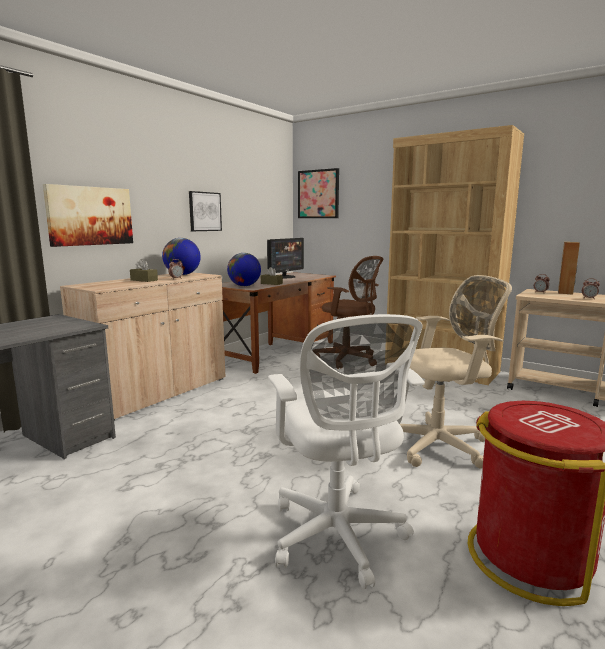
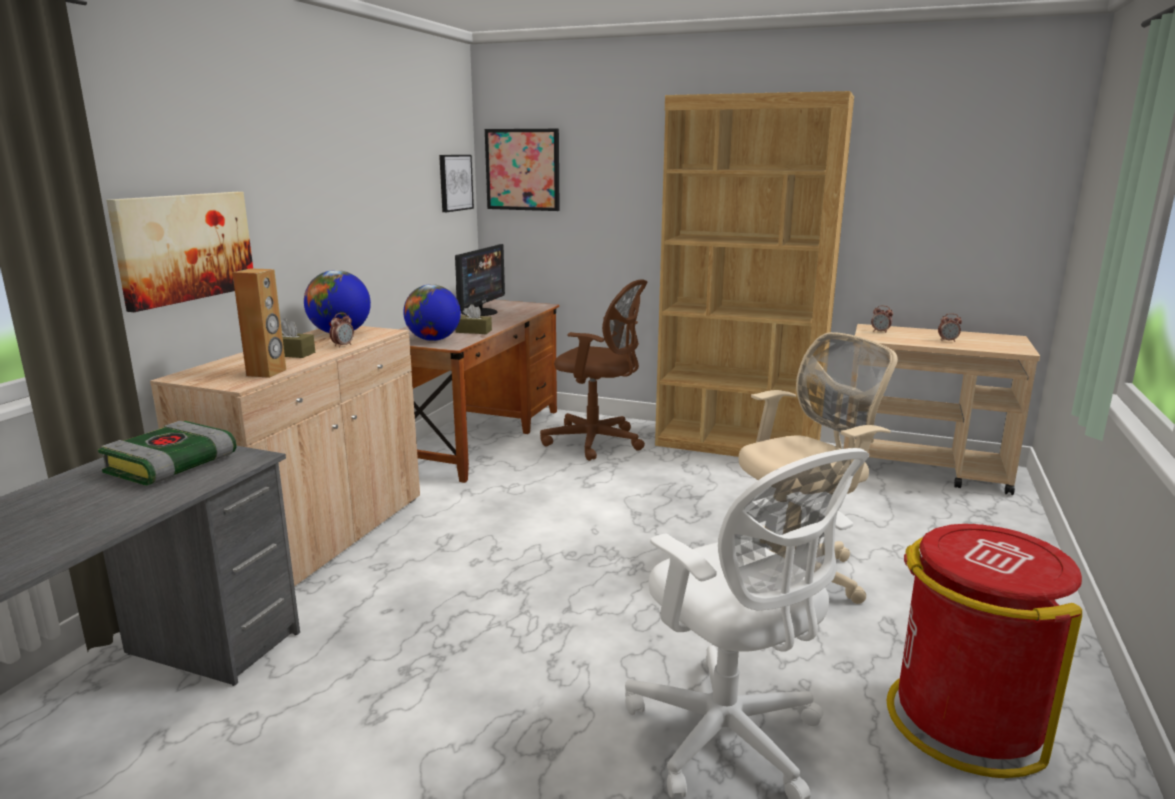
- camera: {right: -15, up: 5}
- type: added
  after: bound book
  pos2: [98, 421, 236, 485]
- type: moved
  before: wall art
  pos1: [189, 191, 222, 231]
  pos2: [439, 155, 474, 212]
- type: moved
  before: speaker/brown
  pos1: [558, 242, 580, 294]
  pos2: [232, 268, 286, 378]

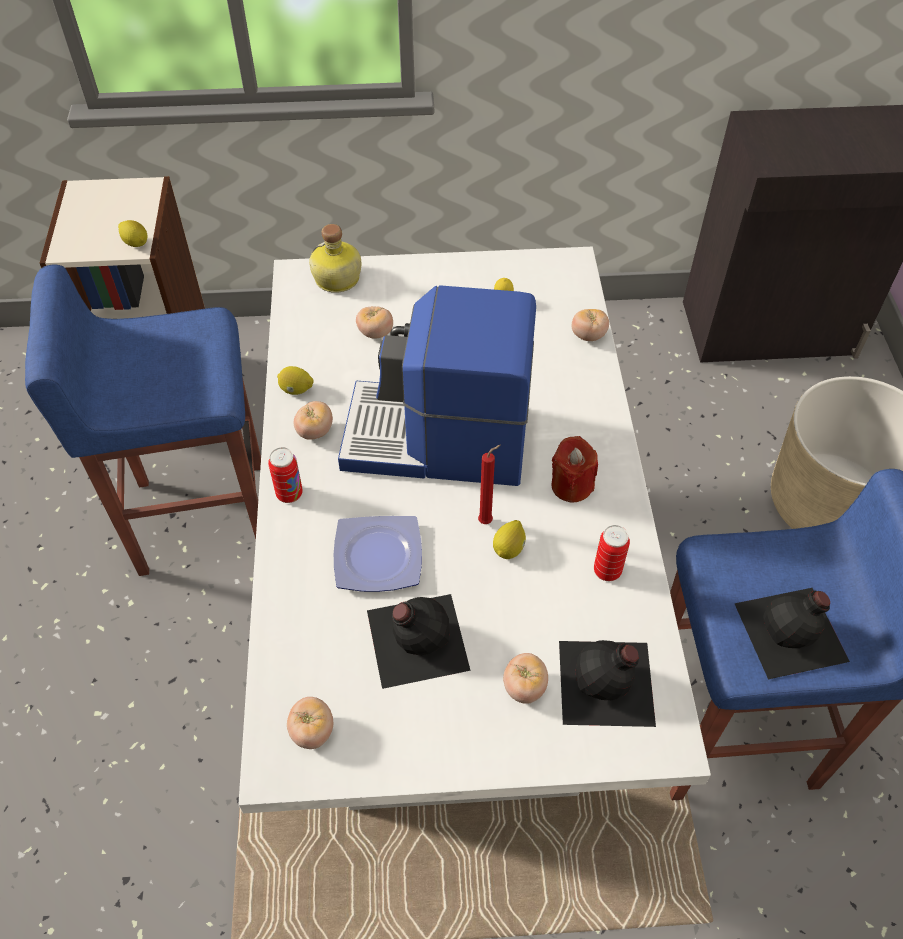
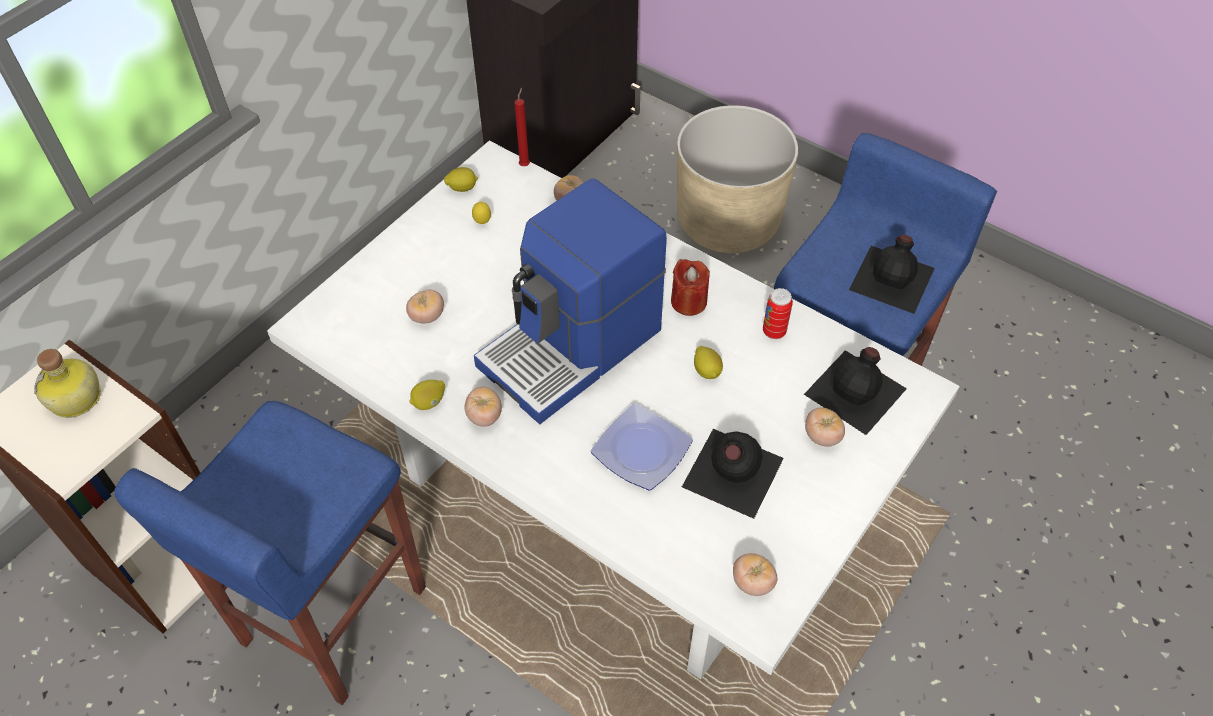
- camera: {right: -50, up: 0}
- type: removed
  before: can
  pos1: [268, 447, 303, 503]
- type: moved
  before: lemon
  pos1: [118, 220, 148, 247]
  pos2: [444, 167, 478, 192]
- type: moved
  before: drink bottle
  pos1: [309, 224, 361, 293]
  pos2: [34, 349, 101, 418]
- type: moved
  before: wax light/red-coloured
  pos1: [478, 445, 501, 524]
  pos2: [515, 88, 530, 166]

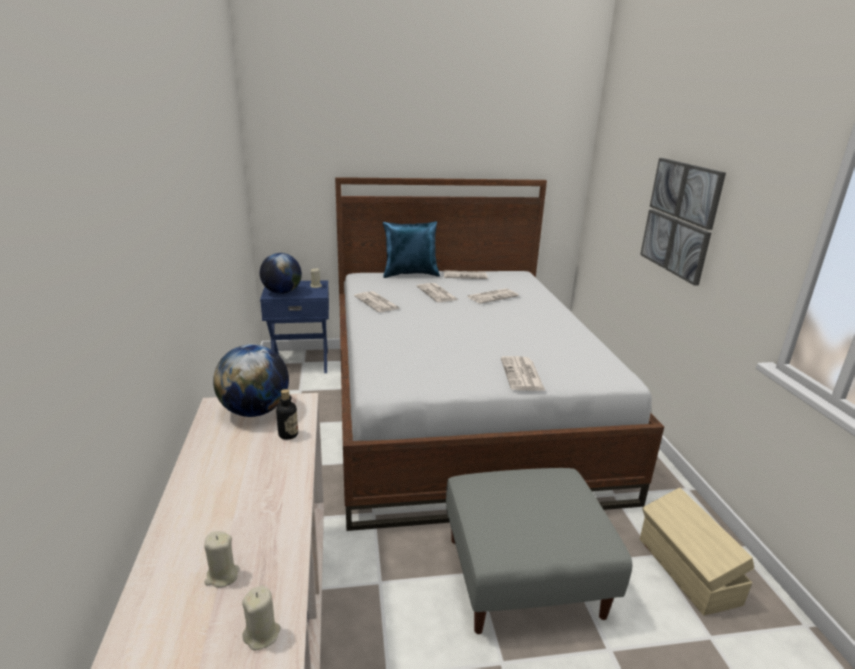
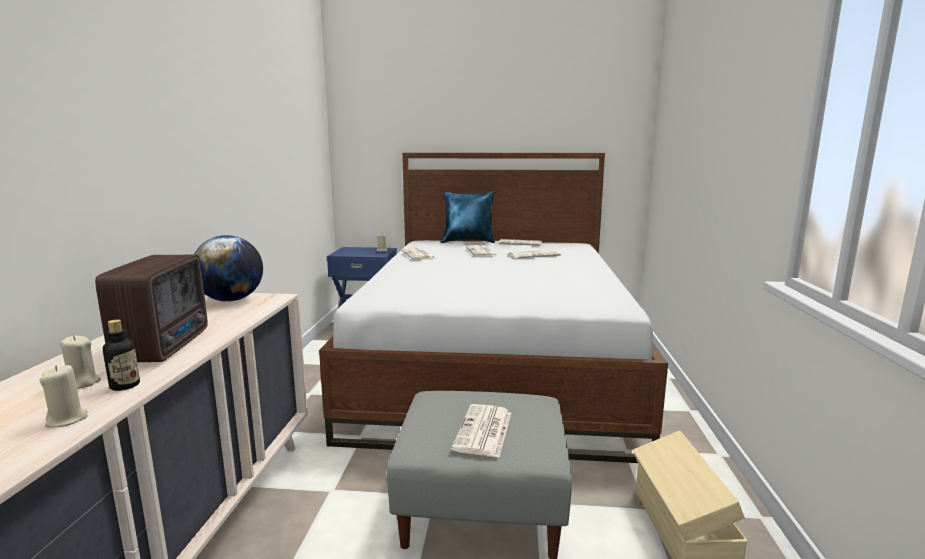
- camera: {right: 15, up: -10}
- type: removed
  before: world globe
  pos1: [260, 253, 302, 294]
- type: removed
  before: wall art
  pos1: [640, 158, 726, 286]
- type: added
  after: radio receiver
  pos2: [95, 255, 208, 362]
- type: moved
  before: drink bottle
  pos1: [276, 389, 298, 440]
  pos2: [103, 319, 140, 391]
- type: moved
  before: printed paper
  pos1: [501, 356, 545, 391]
  pos2: [451, 404, 511, 457]

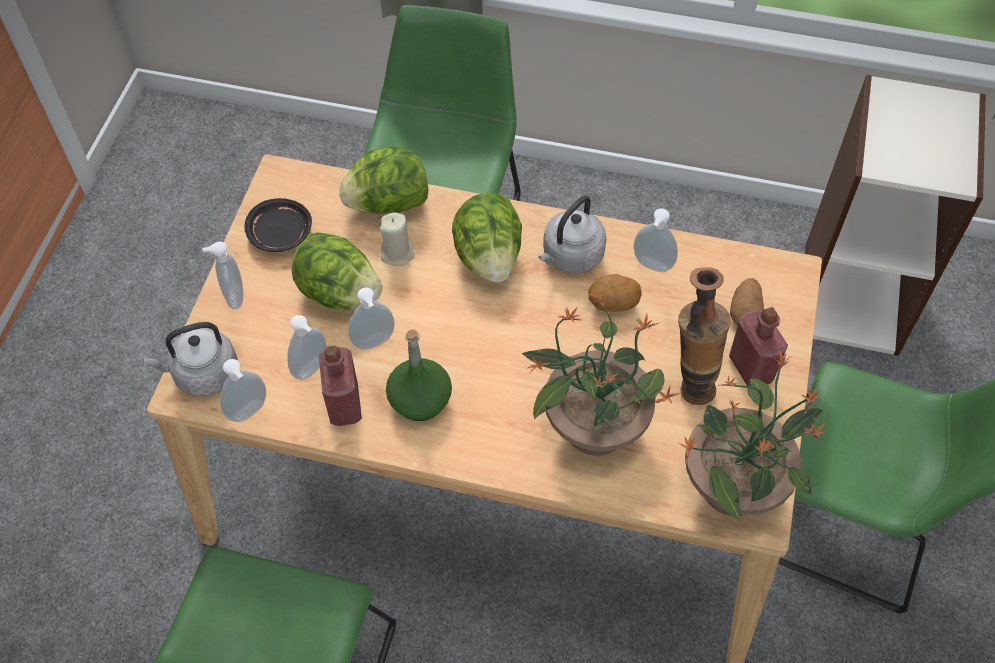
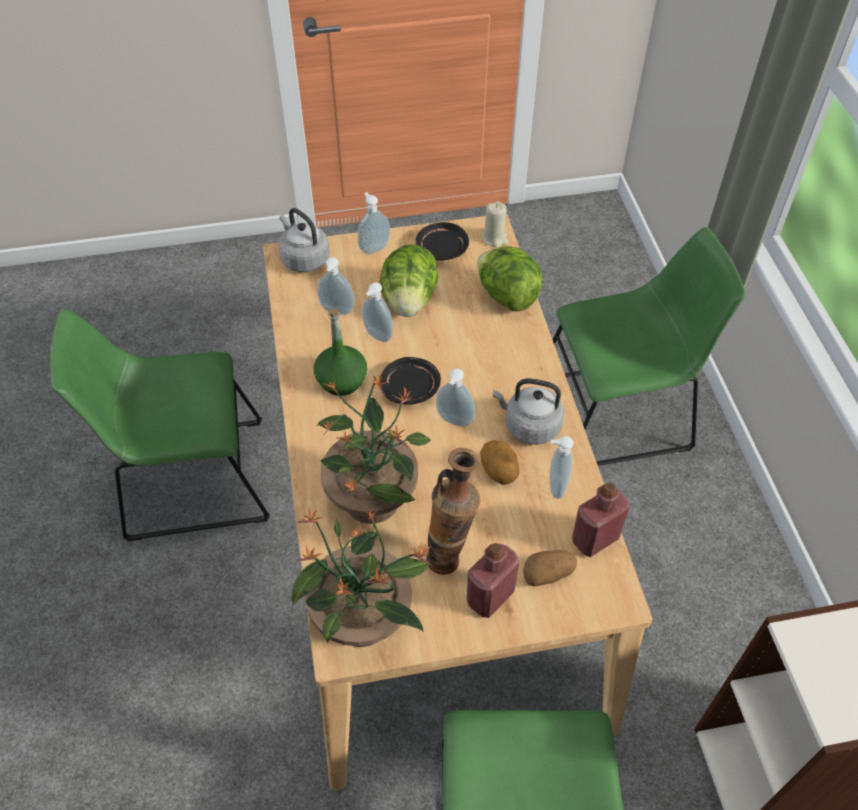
- camera: {right: 65, up: -5}
- type: removed
  before: lettuce
  pos1: [452, 192, 522, 282]
- type: added
  after: dinner plate/blackish
  pos2: [380, 357, 441, 405]
- type: moved
  before: soap bottle
  pos1: [220, 359, 266, 422]
  pos2: [436, 368, 475, 427]
- type: moved
  before: drink bottle/red-coloured
  pos1: [319, 346, 362, 426]
  pos2: [572, 483, 630, 557]
- type: moved
  before: wax light/sand-coloured
  pos1: [380, 212, 415, 266]
  pos2: [482, 201, 508, 248]

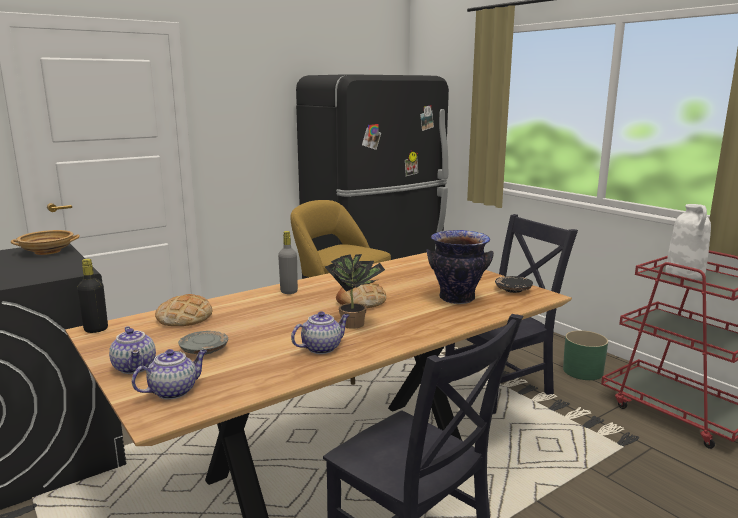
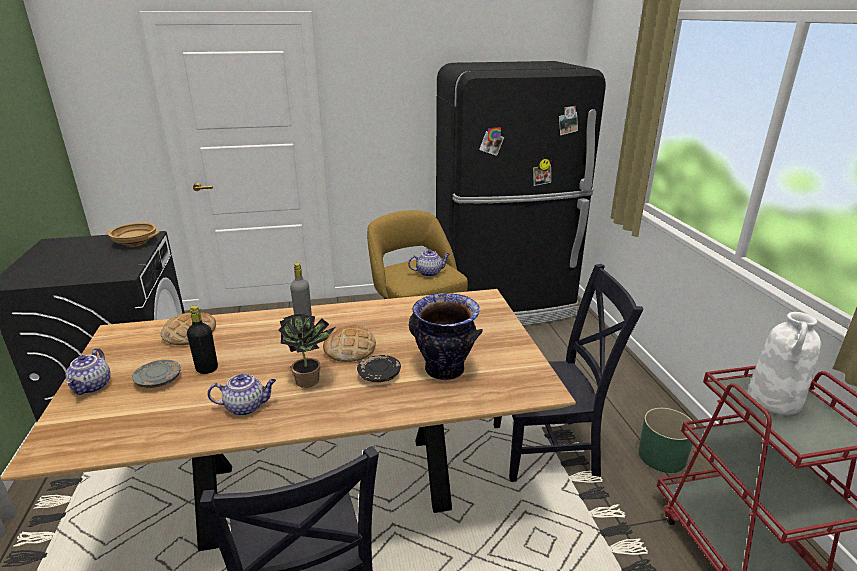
- camera: {right: 25, up: 10}
- type: moved
  before: drink bottle/blackish
  pos1: [77, 259, 108, 333]
  pos2: [187, 305, 218, 374]
- type: moved
  before: teapot
  pos1: [132, 349, 207, 400]
  pos2: [408, 249, 450, 277]
- type: moved
  before: dinner plate/blackish
  pos1: [495, 276, 533, 293]
  pos2: [357, 355, 401, 382]

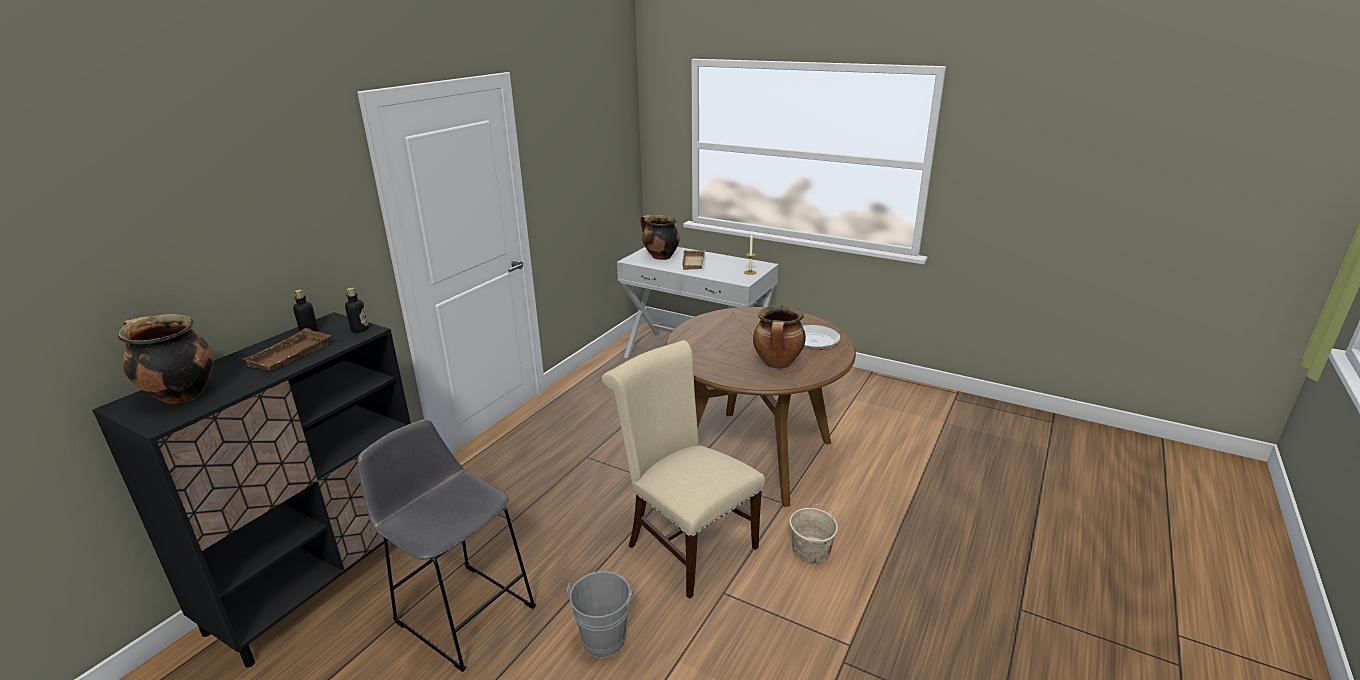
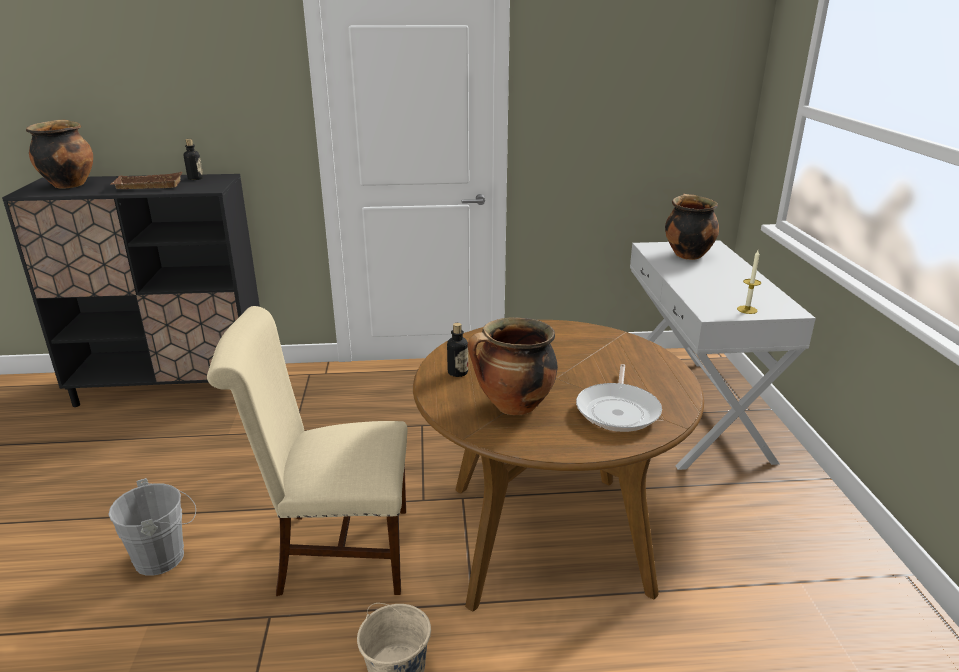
- camera: {right: 55, up: 0}
- type: removed
  before: stool seat/gray
  pos1: [357, 419, 536, 672]
- type: removed
  before: tray/sand-coloured
  pos1: [682, 250, 705, 270]
- type: moved
  before: drink bottle
  pos1: [345, 287, 369, 333]
  pos2: [447, 323, 468, 377]
- type: turned
  before: upright chair/sand-coloured
  pos1: [602, 340, 765, 599]
  pos2: [207, 306, 408, 596]
  turn: -105

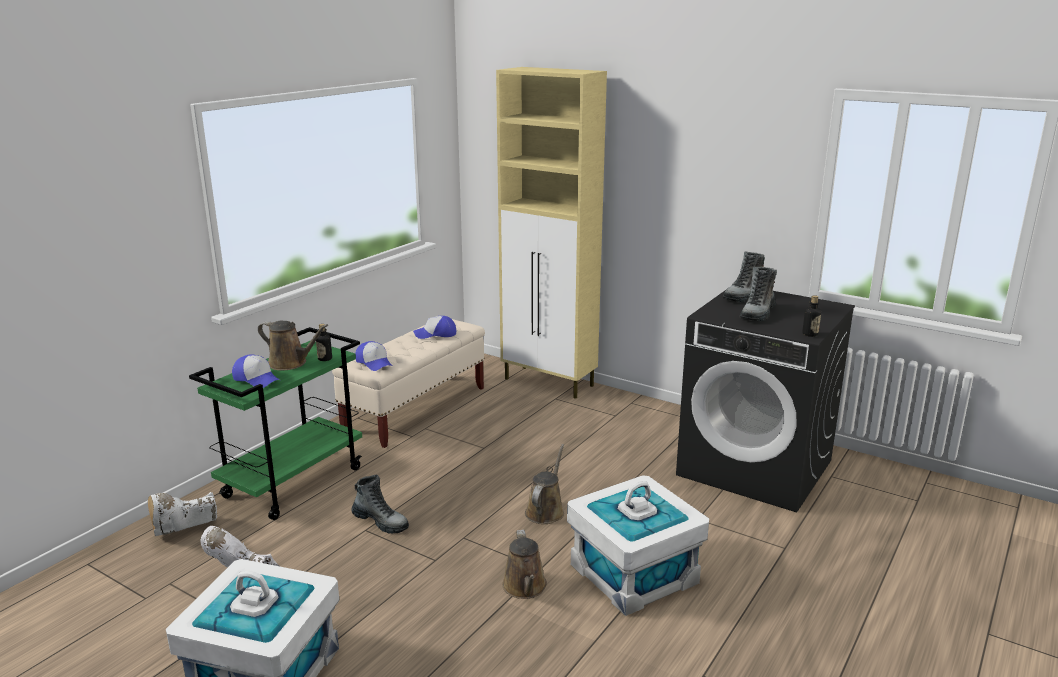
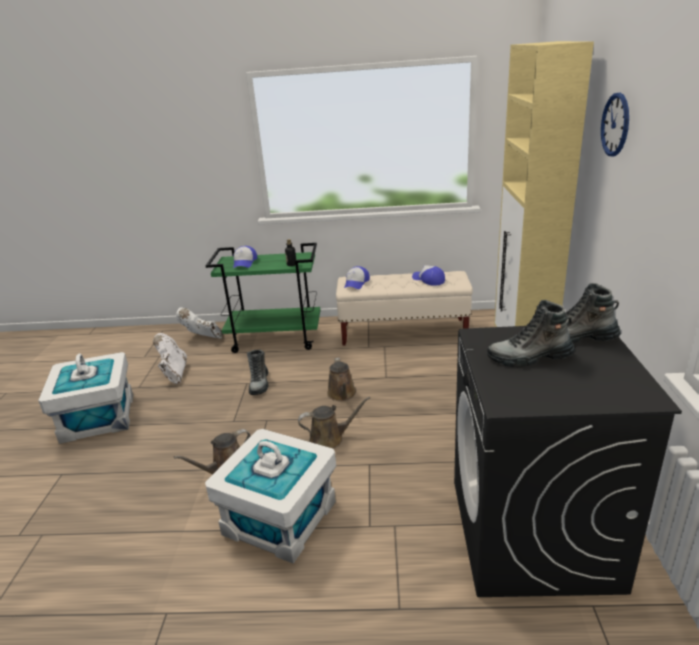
- camera: {right: 60, up: 5}
- type: removed
  before: drink bottle
  pos1: [802, 295, 821, 337]
- type: added
  after: wall clock
  pos2: [601, 93, 629, 156]
- type: moved
  before: watering pot/brown
  pos1: [258, 321, 328, 371]
  pos2: [327, 357, 356, 401]

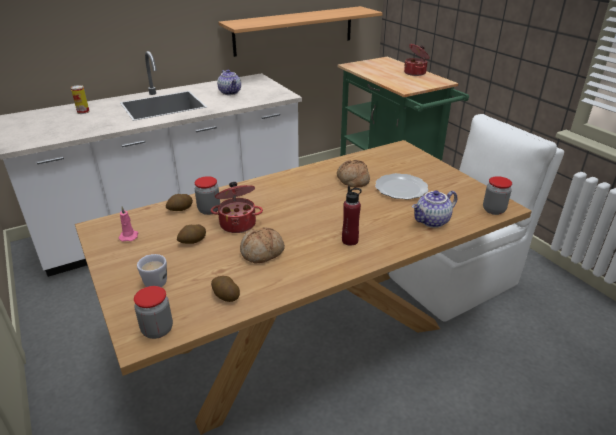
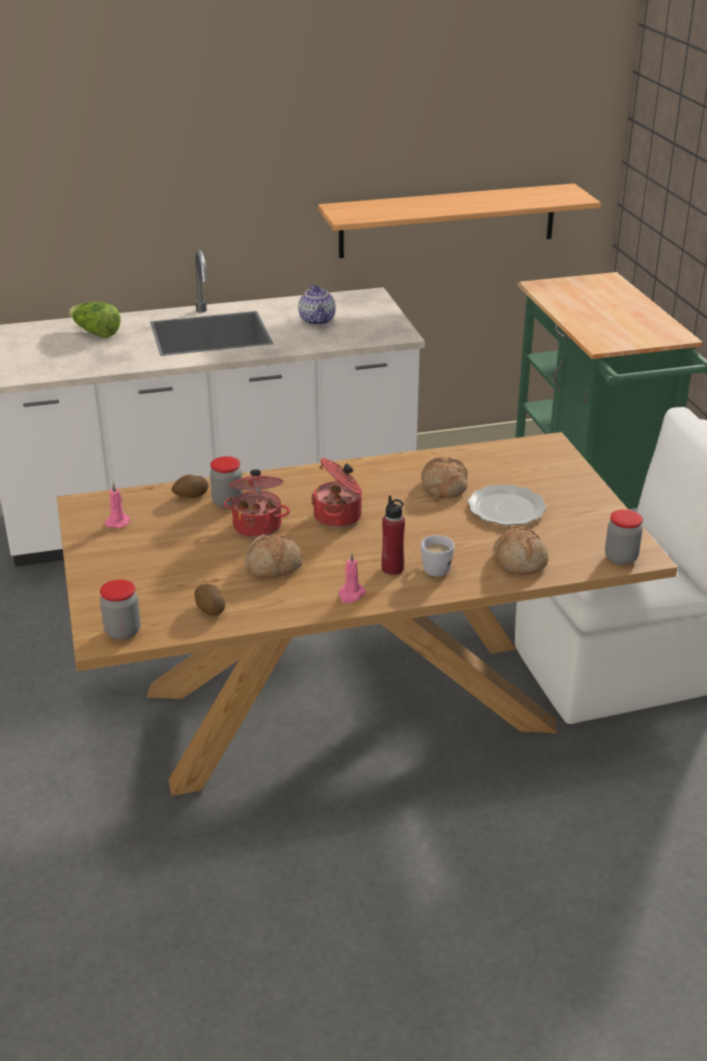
- camera: {right: 15, up: 0}
- type: removed
  before: whole potato
  pos1: [177, 224, 206, 244]
- type: added
  after: wax light/pink-coloured
  pos2: [338, 552, 366, 603]
- type: moved
  before: tea mug/white
  pos1: [137, 254, 167, 287]
  pos2: [421, 535, 455, 577]
- type: moved
  before: saucepot
  pos1: [404, 44, 430, 76]
  pos2: [311, 458, 362, 528]
- type: replaced
  before: can
  after: lettuce
  pos1: [71, 85, 90, 114]
  pos2: [69, 302, 121, 338]
- type: replaced
  before: teapot
  after: bread
  pos1: [412, 190, 457, 228]
  pos2: [493, 527, 549, 575]

